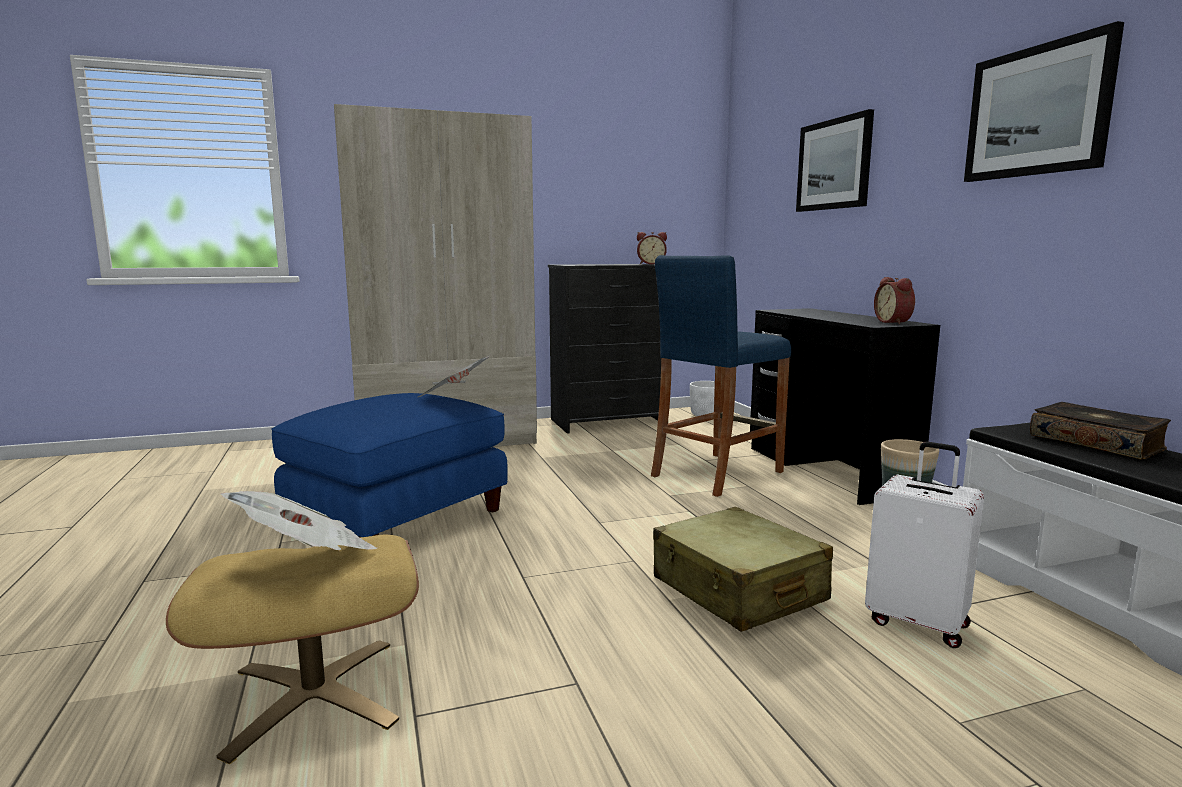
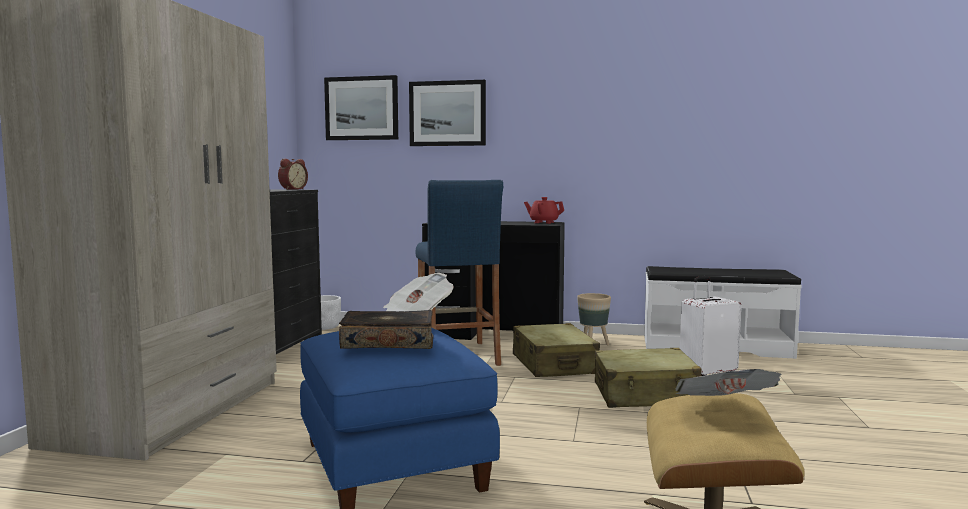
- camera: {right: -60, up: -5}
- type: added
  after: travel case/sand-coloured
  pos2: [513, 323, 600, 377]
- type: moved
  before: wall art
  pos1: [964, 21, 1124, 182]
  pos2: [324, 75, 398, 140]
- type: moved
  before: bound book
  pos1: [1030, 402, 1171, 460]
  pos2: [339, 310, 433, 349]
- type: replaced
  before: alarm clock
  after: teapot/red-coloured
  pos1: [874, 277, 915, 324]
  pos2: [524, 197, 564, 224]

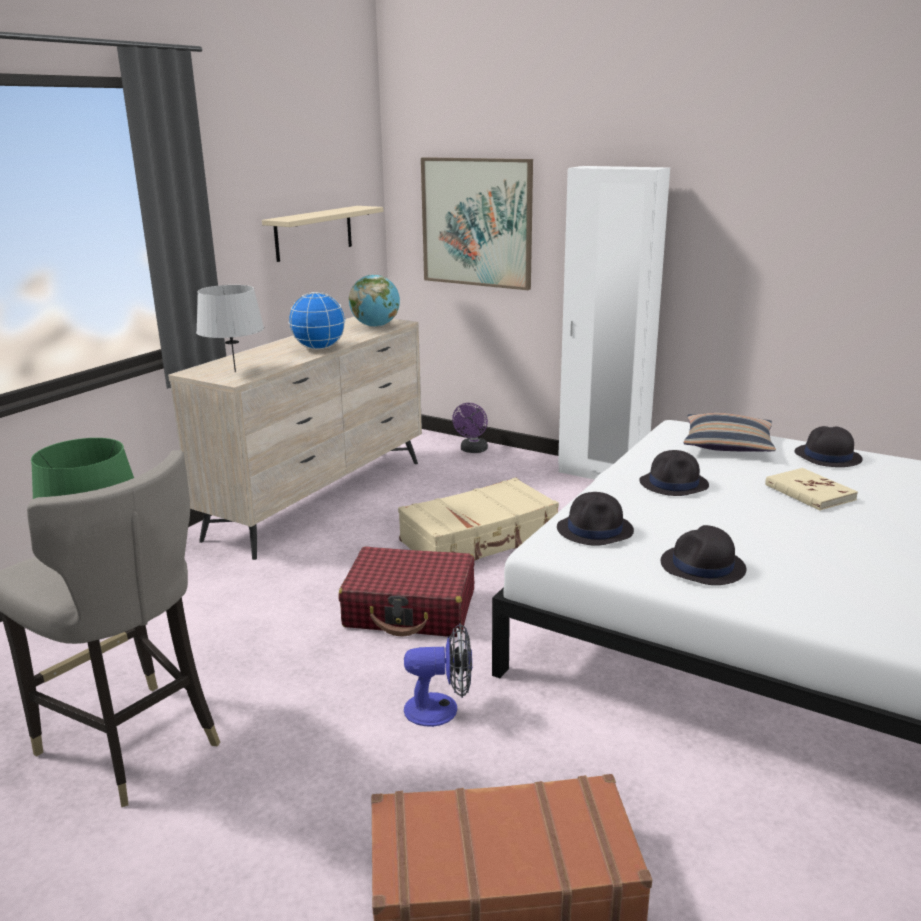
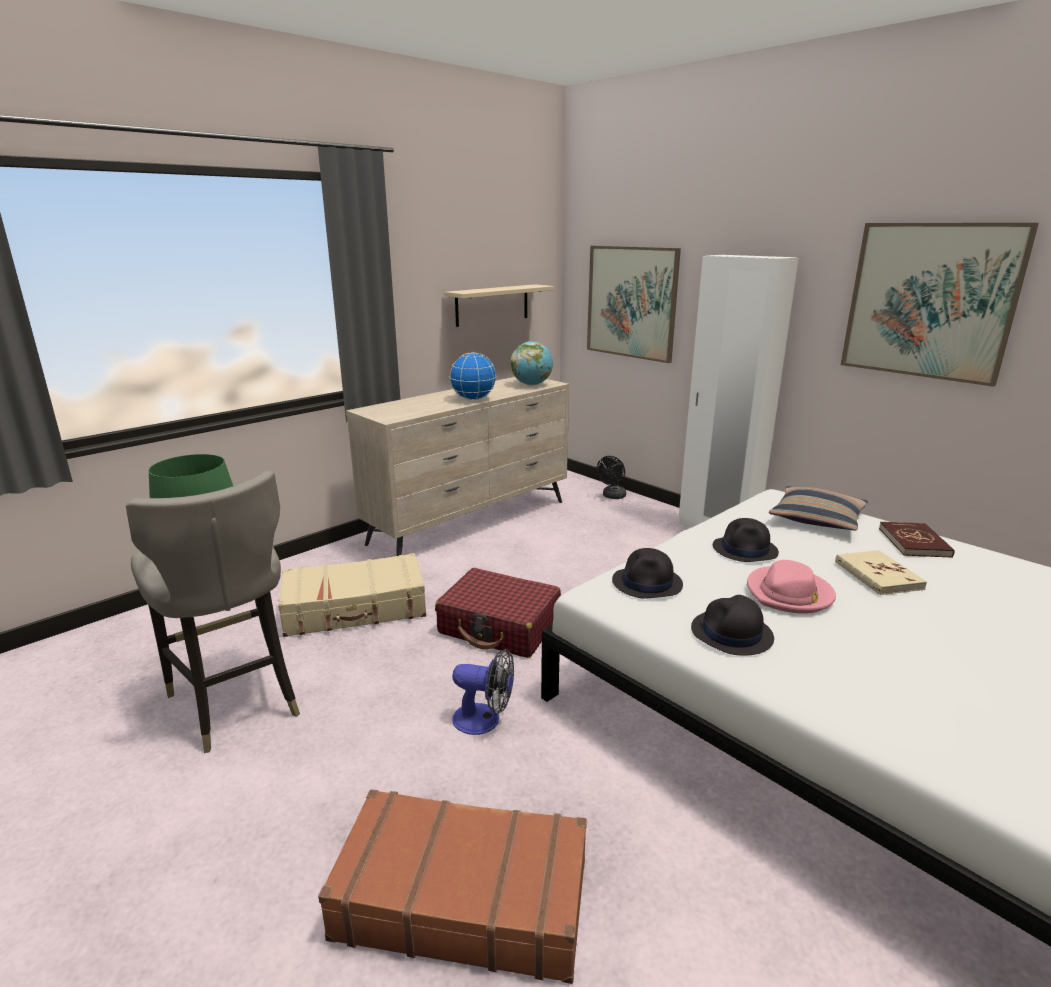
- camera: {right: 15, up: 0}
- type: removed
  before: lamp for a table/gray
  pos1: [196, 285, 264, 372]
- type: added
  after: wearable hat/pink-coloured
  pos2: [747, 560, 836, 614]
- type: added
  after: wall art
  pos2: [841, 223, 1039, 387]
- type: moved
  before: travel case/sand-coloured
  pos1: [398, 477, 559, 561]
  pos2: [278, 553, 426, 637]
- type: replaced
  before: wearable hat/blackish
  after: bound book/red-coloured
  pos1: [794, 426, 863, 467]
  pos2: [879, 522, 955, 558]
- type: recoloured
  before: fan/purplish
  after: fan/blackish
  pos1: [452, 403, 488, 453]
  pos2: [596, 456, 626, 499]

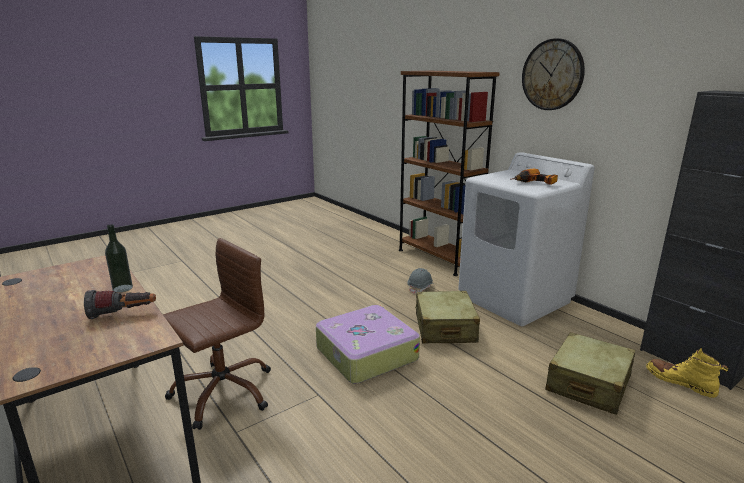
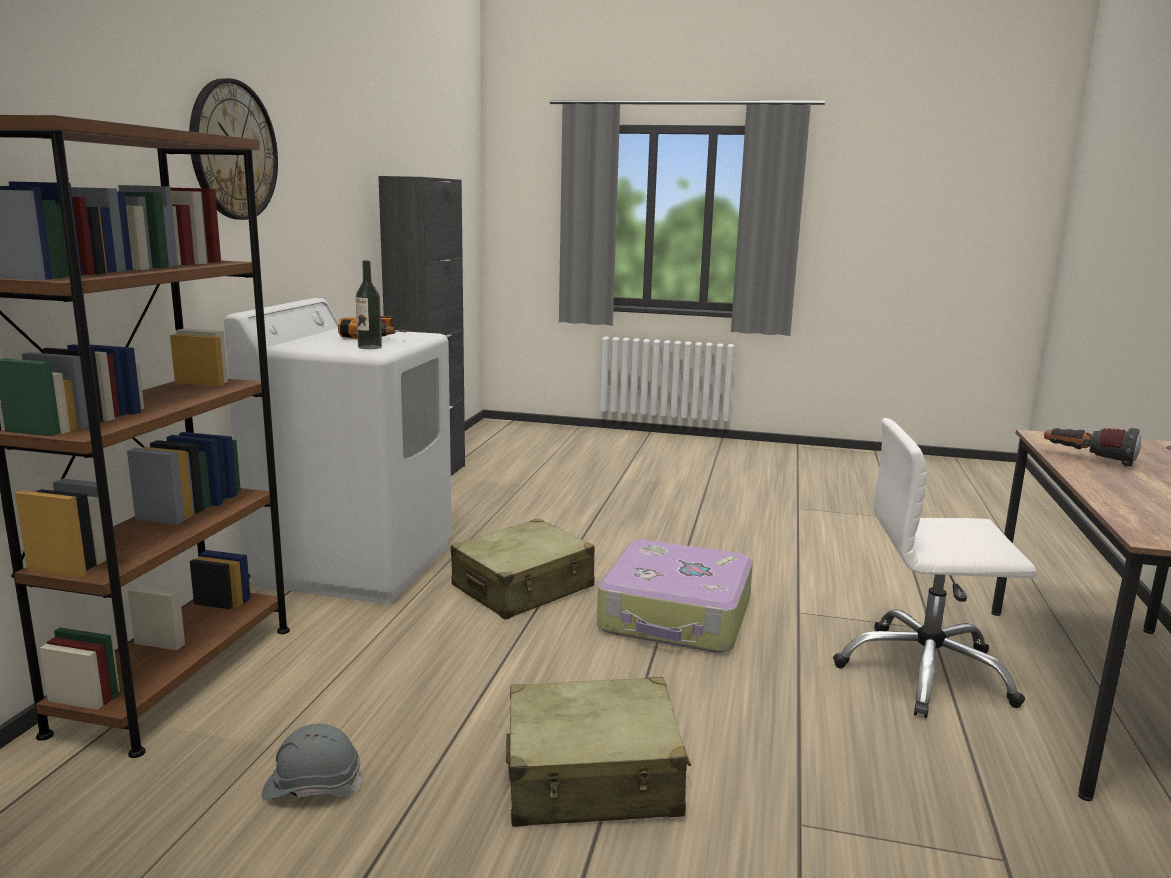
- camera: {right: -130, up: -5}
- type: removed
  before: tall boot/yellow-coloured
  pos1: [646, 348, 728, 398]
- type: moved
  before: drink bottle
  pos1: [105, 224, 133, 293]
  pos2: [356, 260, 382, 349]
- type: moved
  before: safety helmet/gray
  pos1: [407, 268, 433, 294]
  pos2: [262, 723, 363, 800]
- type: moved
  before: travel case/sand-coloured
  pos1: [545, 332, 635, 415]
  pos2: [506, 677, 691, 827]
- type: recoloured
  before: office chair/brown
  after: office chair/white
  pos1: [163, 238, 271, 430]
  pos2: [833, 418, 1036, 718]

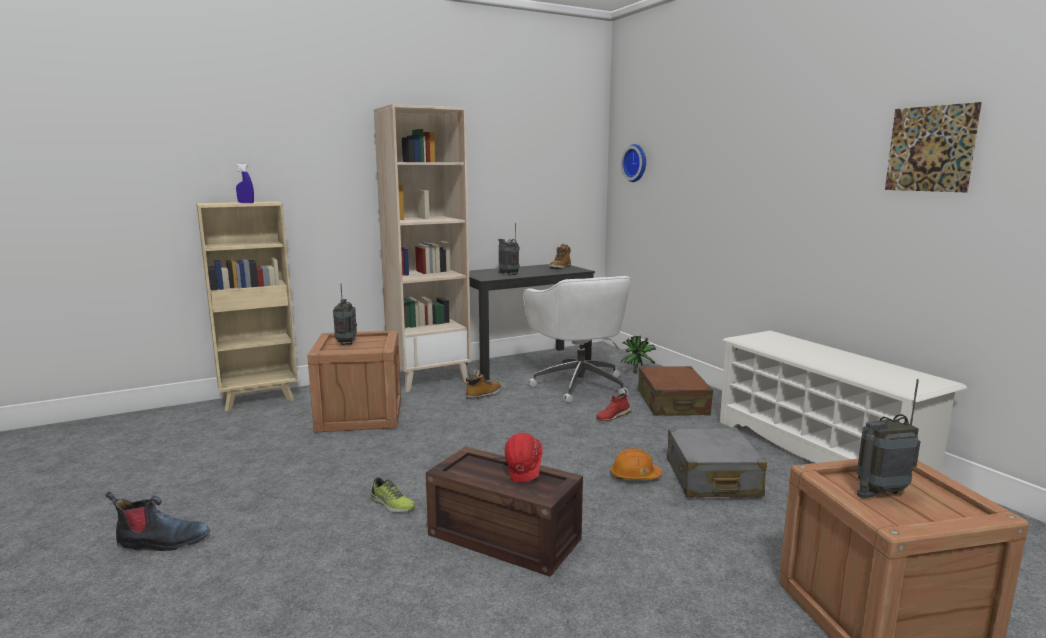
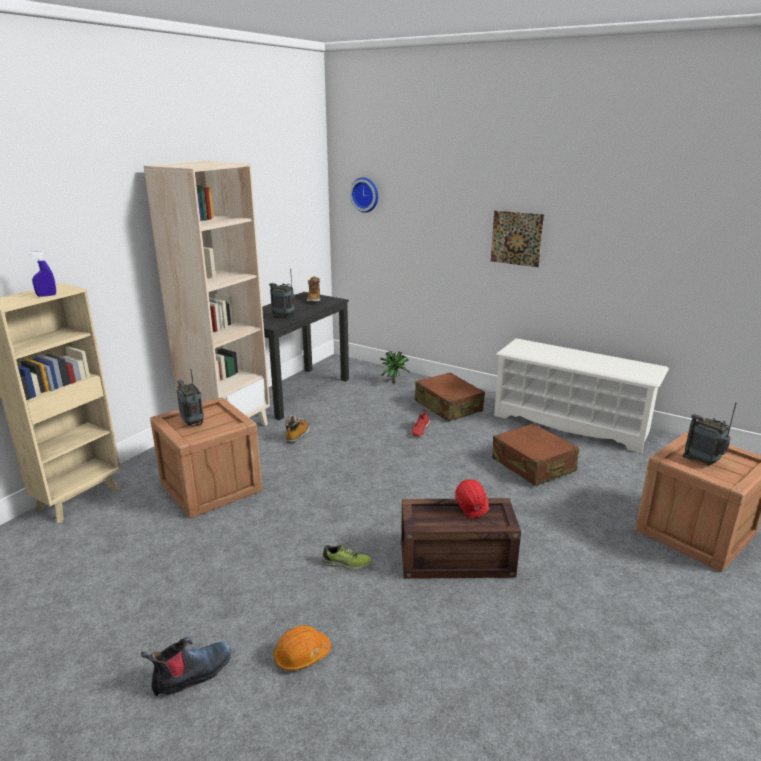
- camera: {right: -30, up: 10}
- type: removed
  before: office chair/white
  pos1: [523, 276, 631, 403]
- type: moved
  before: safety helmet/orangey
  pos1: [610, 448, 662, 480]
  pos2: [273, 625, 331, 671]
- type: moved
  before: wall art
  pos1: [885, 102, 982, 192]
  pos2: [491, 210, 544, 267]
- type: recoloured
  before: travel case/gray
  after: travel case/brown
  pos1: [667, 428, 767, 497]
  pos2: [492, 423, 579, 486]
- type: turned
  before: radio receiver
  pos1: [857, 379, 921, 498]
  pos2: [683, 402, 737, 466]
  turn: 90

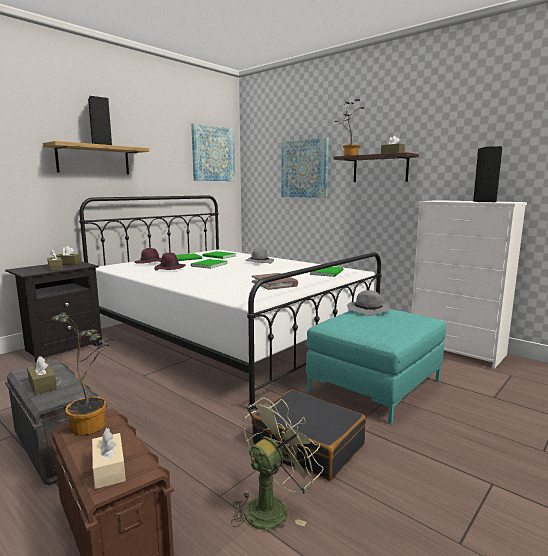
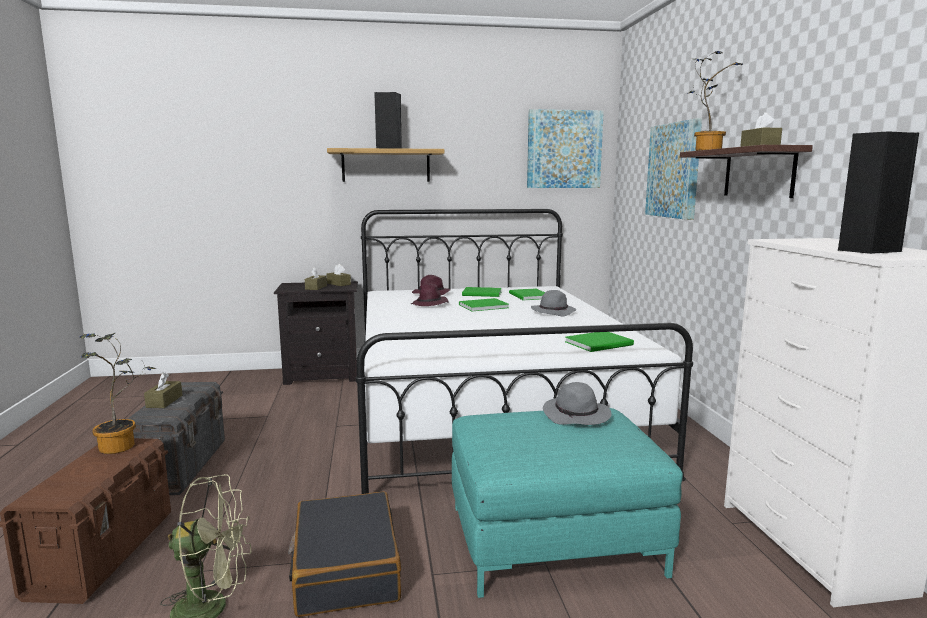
- camera: {right: 40, up: 0}
- type: removed
  before: tissue box/sand-coloured
  pos1: [92, 428, 126, 489]
- type: removed
  before: bound book/brown
  pos1: [252, 273, 298, 290]

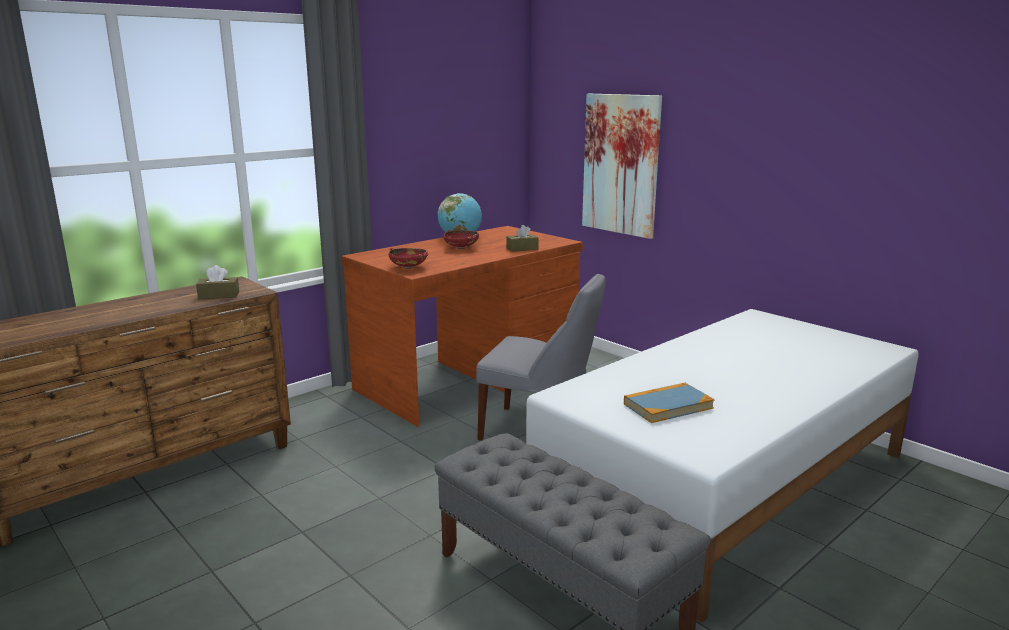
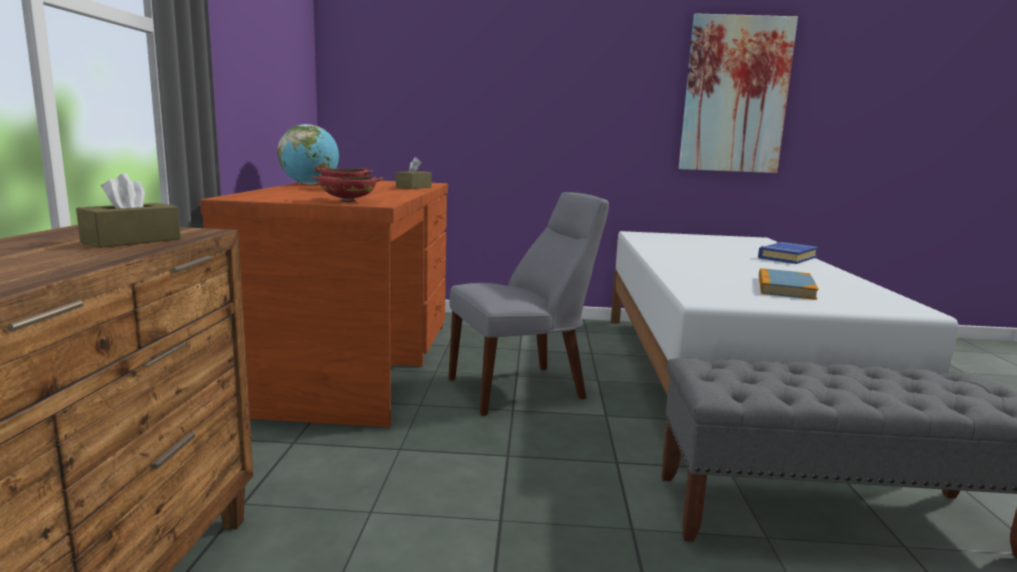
- camera: {right: -45, up: -5}
- type: added
  after: bound book/blue-coloured
  pos2: [758, 242, 818, 264]
- type: moved
  before: wall art
  pos1: [582, 94, 662, 239]
  pos2: [679, 13, 798, 173]

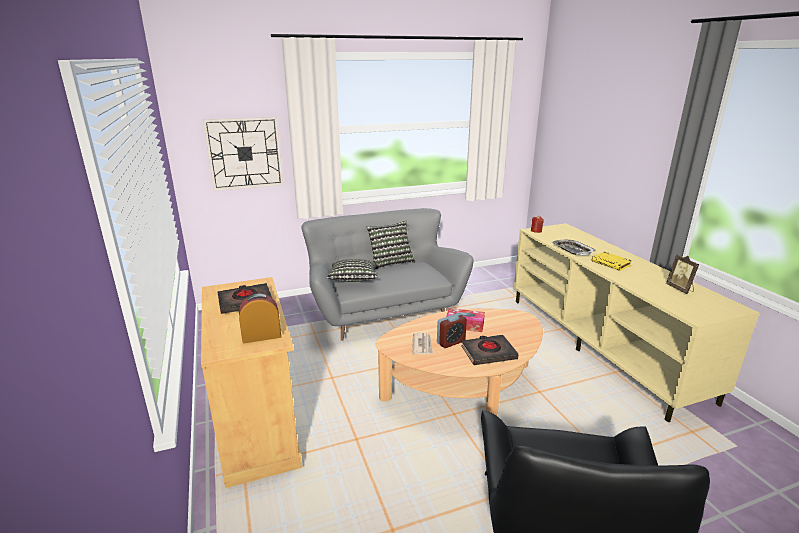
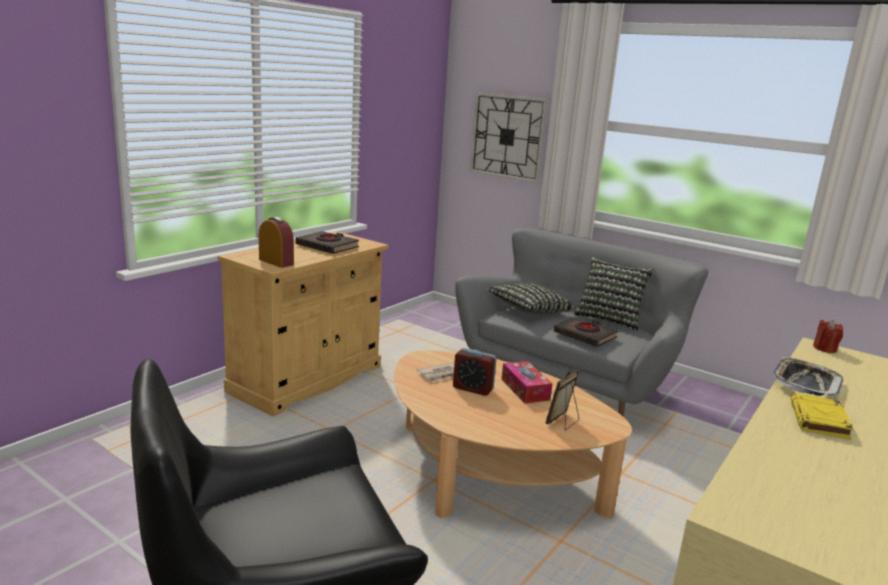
- camera: {right: 55, up: -5}
- type: moved
  before: bound book/blackish
  pos1: [461, 335, 519, 365]
  pos2: [554, 317, 618, 347]
- type: moved
  before: standing frame
  pos1: [666, 255, 699, 294]
  pos2: [546, 370, 579, 431]

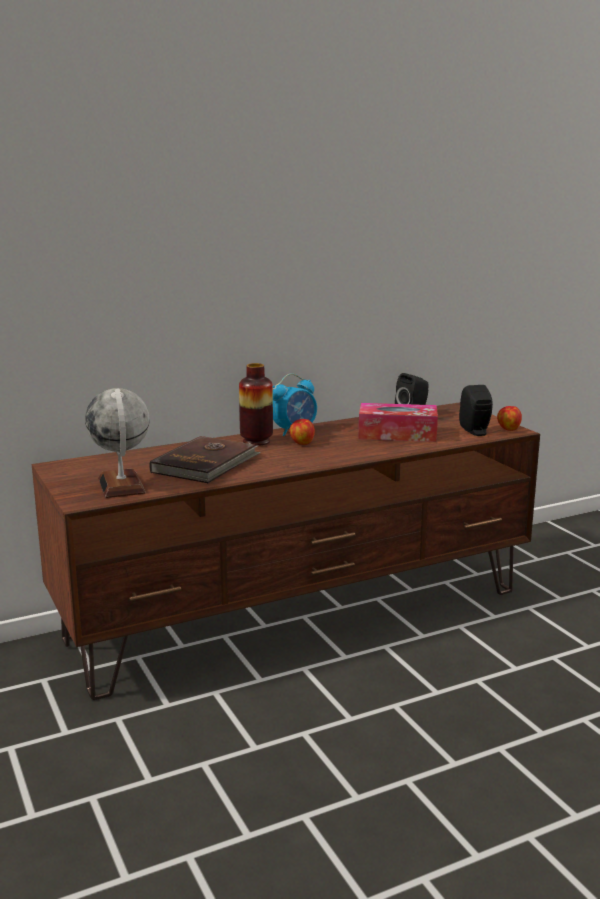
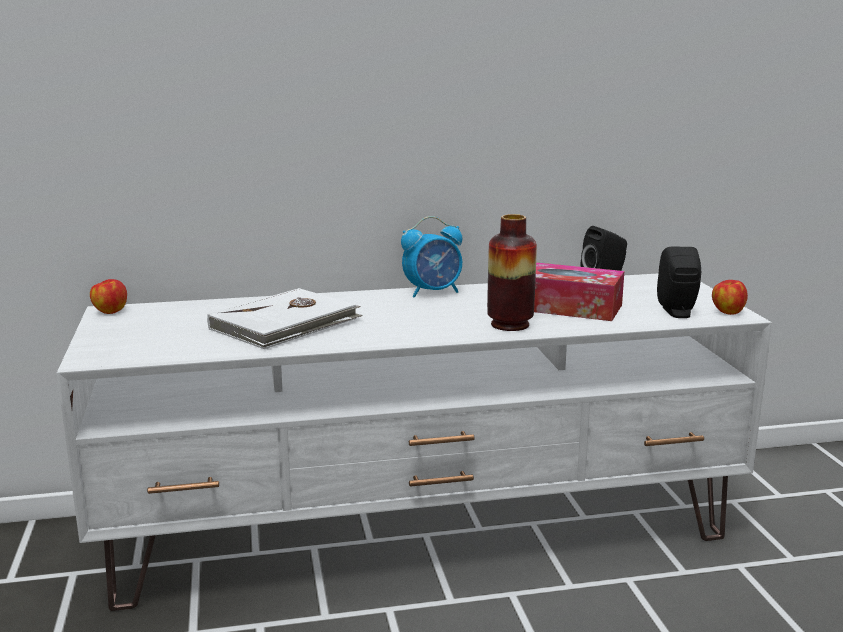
- camera: {right: 15, up: 0}
- type: removed
  before: world globe
  pos1: [85, 388, 150, 498]
- type: moved
  before: decorative vase
  pos1: [239, 363, 273, 446]
  pos2: [487, 214, 537, 331]
- type: moved
  before: apple fruit
  pos1: [289, 419, 315, 445]
  pos2: [90, 279, 127, 314]
- type: recoloured
  before: tv stand/brown
  after: tv stand/white
  pos1: [32, 402, 540, 700]
  pos2: [57, 273, 772, 611]
- type: recoloured
  before: bound book/brown
  after: bound book/white
  pos1: [149, 436, 261, 483]
  pos2: [207, 288, 363, 349]

